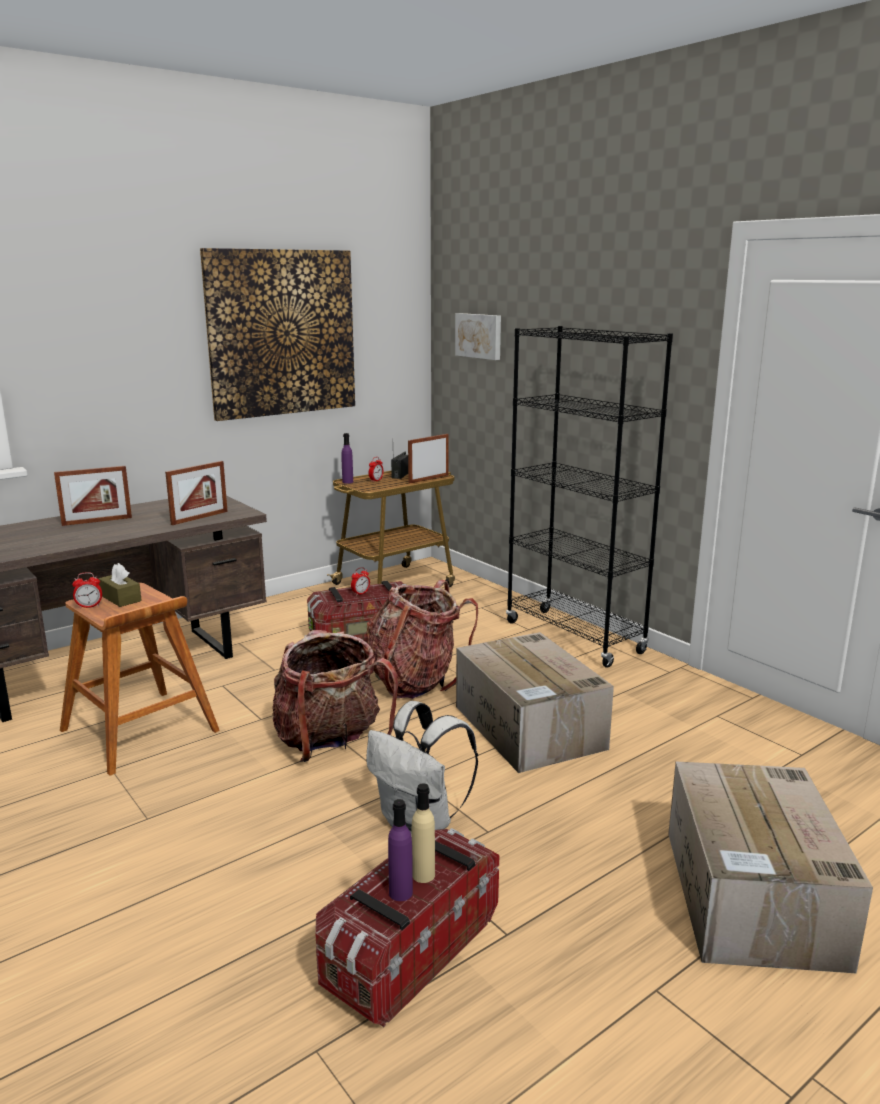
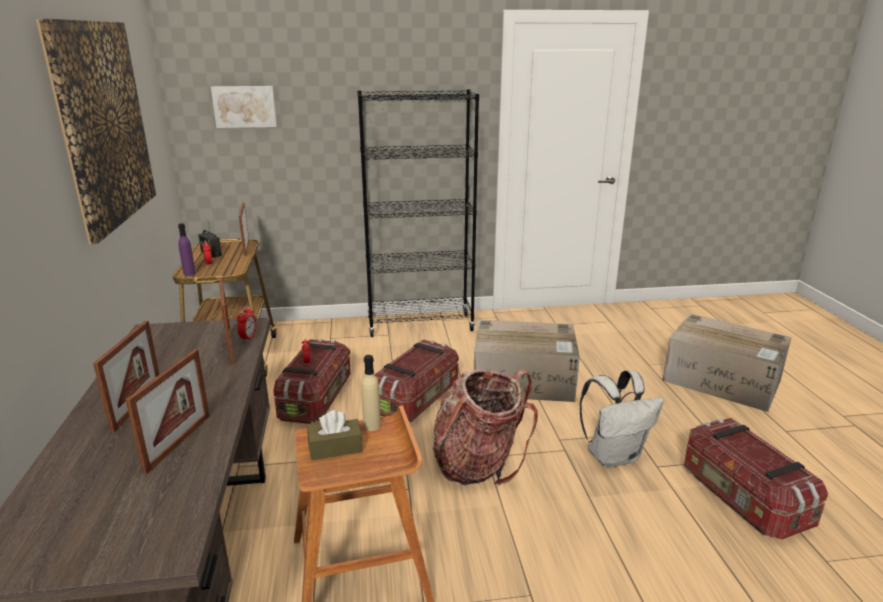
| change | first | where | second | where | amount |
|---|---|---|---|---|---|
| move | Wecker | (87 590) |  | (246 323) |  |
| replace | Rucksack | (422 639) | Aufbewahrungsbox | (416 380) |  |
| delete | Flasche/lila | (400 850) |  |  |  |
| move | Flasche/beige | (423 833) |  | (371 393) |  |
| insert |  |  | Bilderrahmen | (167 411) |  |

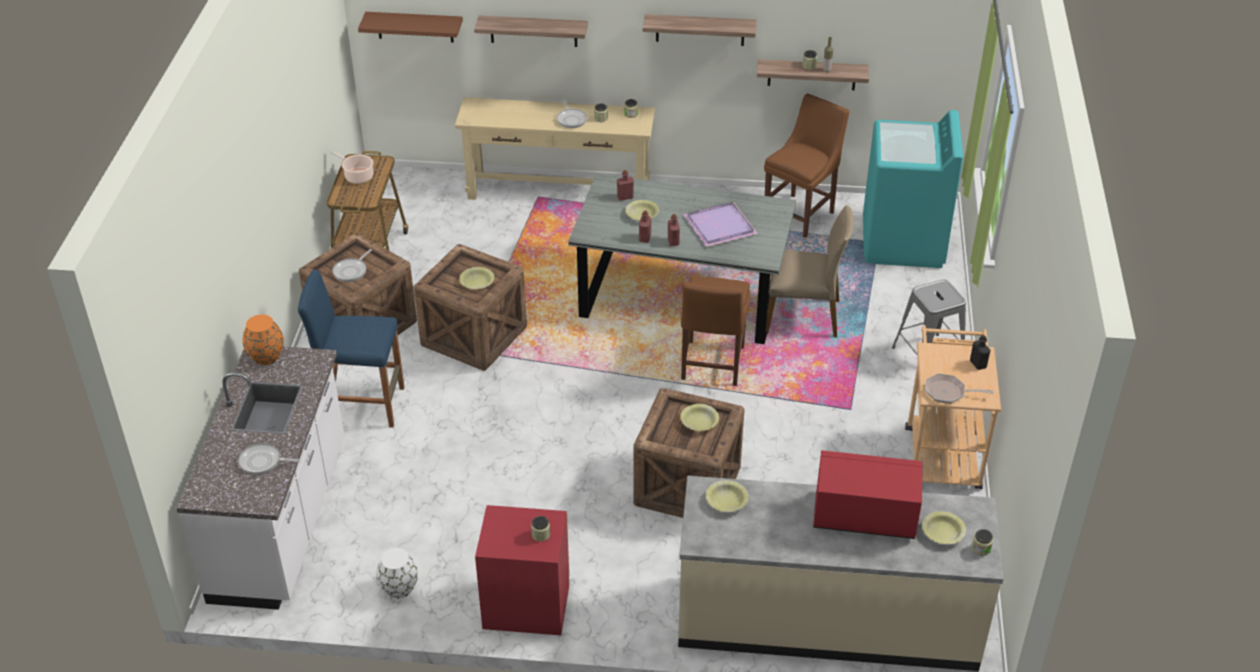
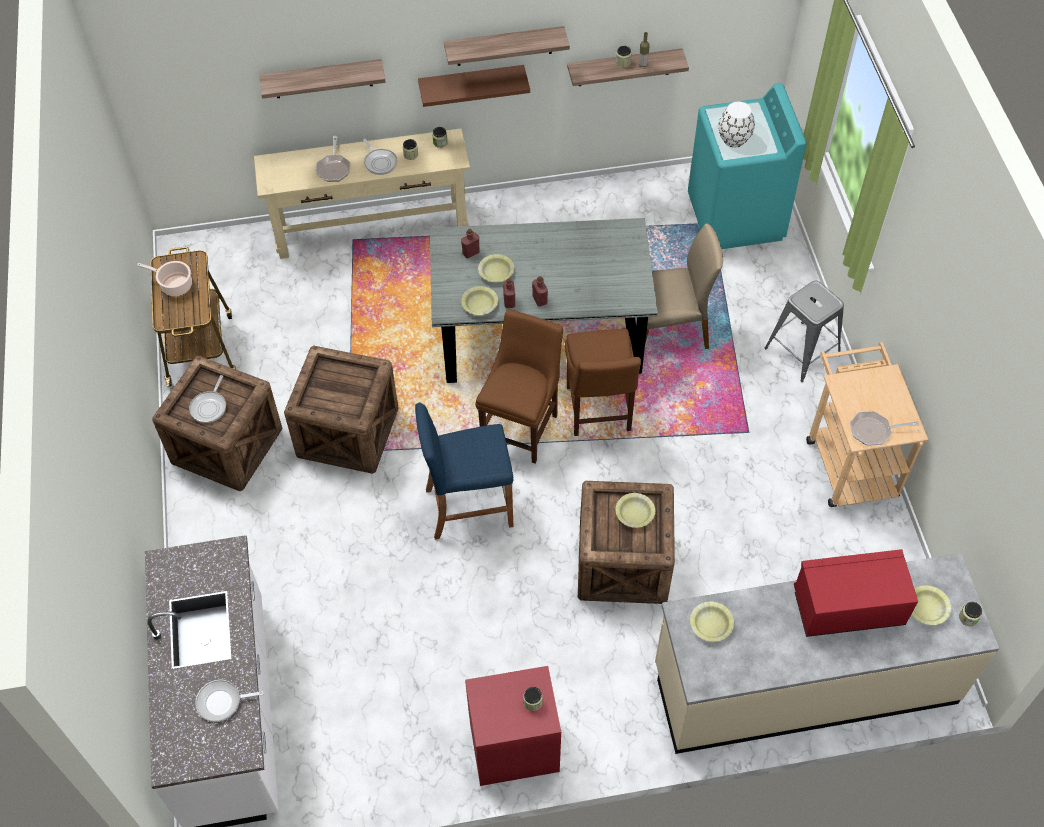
| change | first | where | second | where | amount |
|---|---|---|---|---|---|
| delete | Vase/orange | (263 339) |  |  |  |
| move | Hocker/blau | (351 348) |  | (464 471) |  |
| move | Wandregal/braun | (410 27) |  | (474 86) |  |
| move | Vase/weiß | (397 573) |  | (736 125) |  |
| move | Schüssel/gelb | (476 278) |  | (479 300) |  |
| delete | Tablett/lila | (721 224) |  |  |  |
| move | Stuhl/braun | (806 166) |  | (519 387) |  |
| delete | Flasche/schwarz | (980 352) |  |  |  |
| insert |  |  | Pfanne | (333 159) |  |

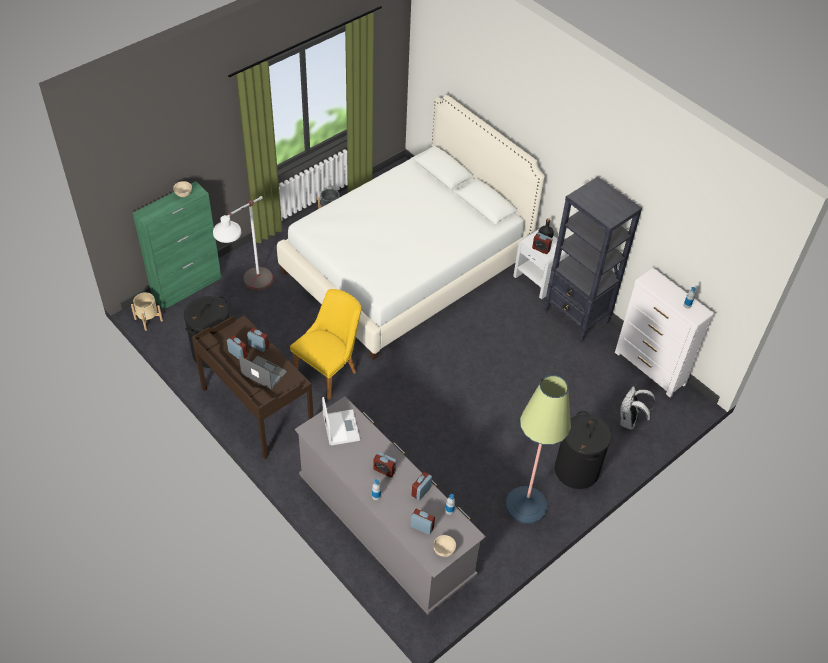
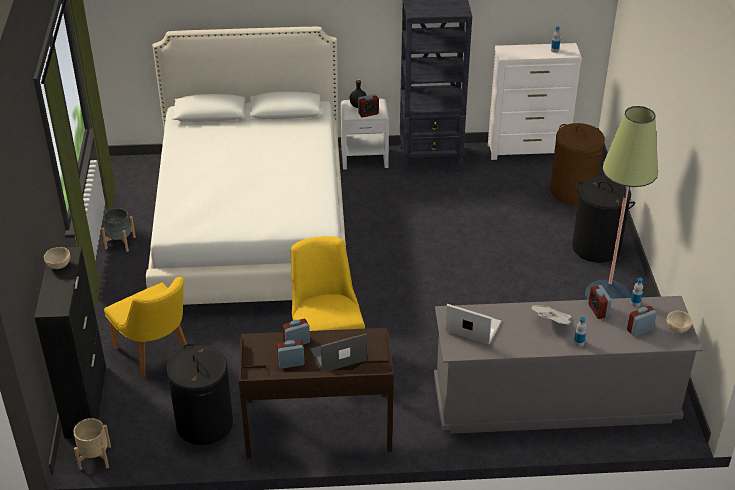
| change | first | where | second | where | amount |
|---|---|---|---|---|---|
| recolor | Schrank/grün | (177 245) | Schrank/schwarz | (70 343) |  |
| replace | Stehlampe/weiß | (243 243) | Stuhl/gelb | (146 327) |  |
| replace | Wecker | (384 464) | Zeitung | (551 315) |  |
| replace | Rucksack/weiß | (637 408) | Wäschekorb/braun | (577 164) |  |

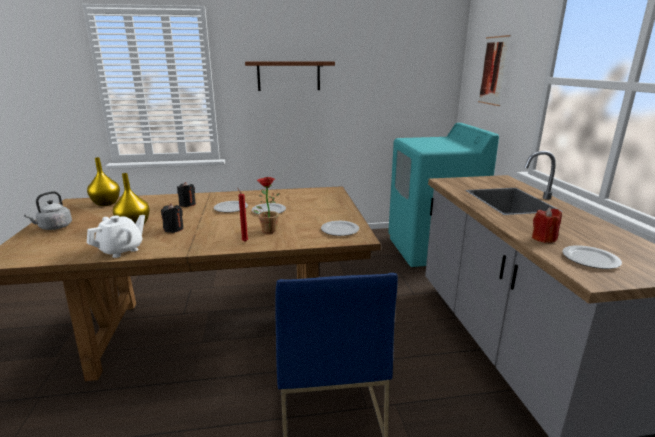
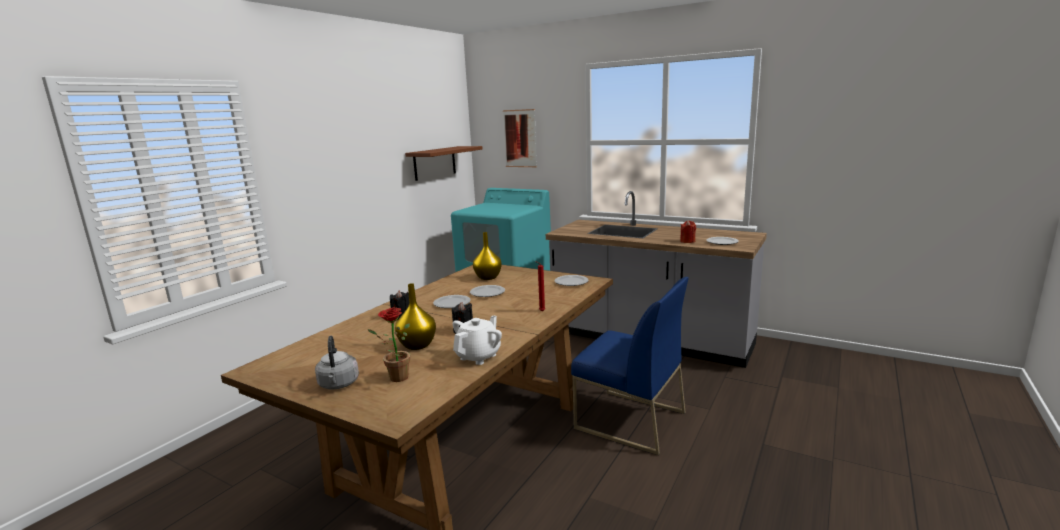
| change | first | where | second | where | amount |
|---|---|---|---|---|---|
| move | Vase/gelb | (103 181) |  | (487 256) |  |
| rotate | Teekanne/weiß | (116 236) |  | (477 340) | 45 degrees clockwise |
| move | Wandregal/braun | (290 76) |  | (443 163) |  |
| move | Topfpflanze | (266 205) |  | (389 344) |  |

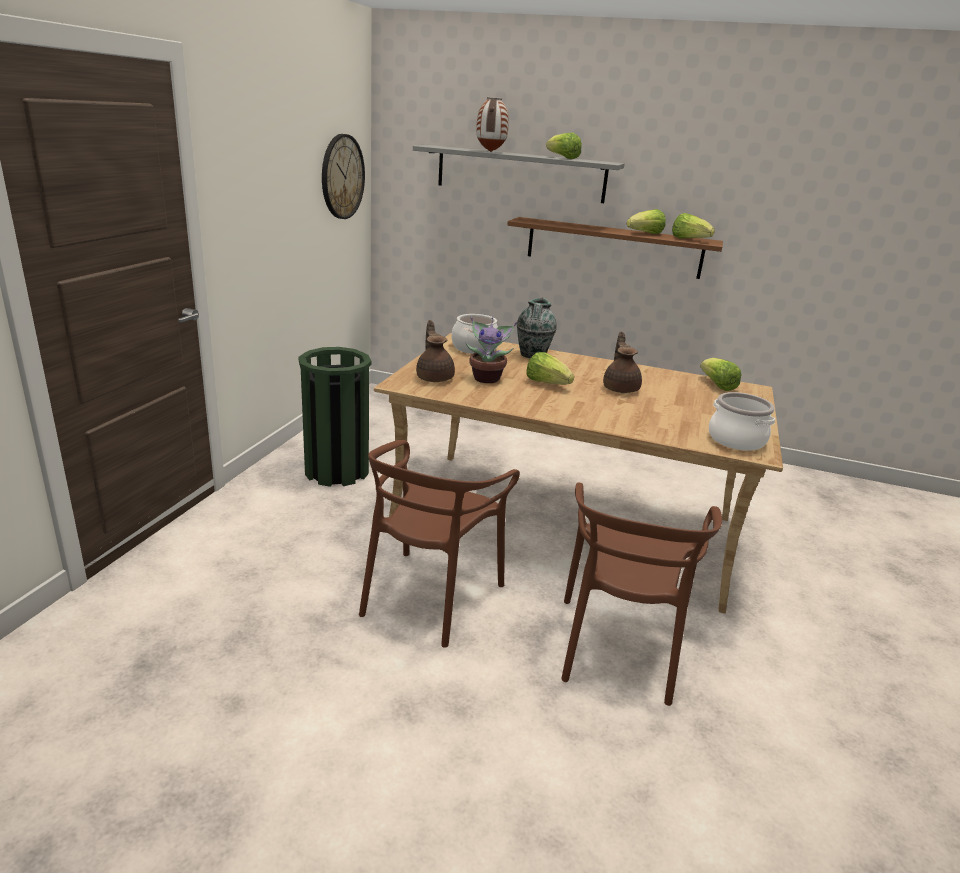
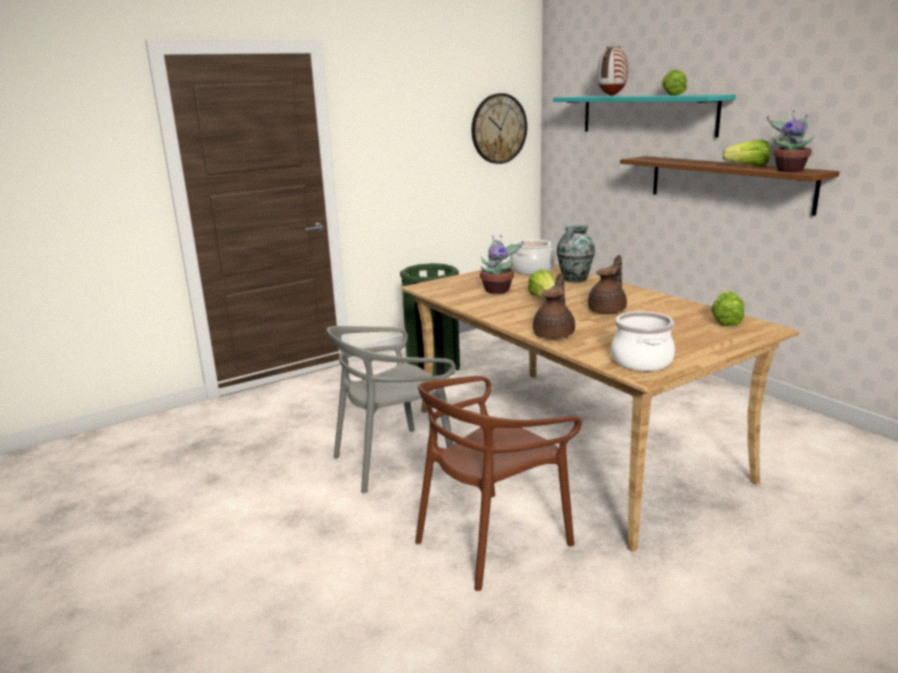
| change | first | where | second | where | amount |
|---|---|---|---|---|---|
| recolor | Stuhl/braun | (439 544) | Stuhl/grau | (391 409) |  |
| recolor | Wandregal/grau | (519 174) | Wandregal/türkis | (644 116) |  |
| move | Teekanne/braun | (435 351) |  | (554 306) |  |
| replace | Salatkopf | (693 225) | Topfpflanze | (791 141) |  |

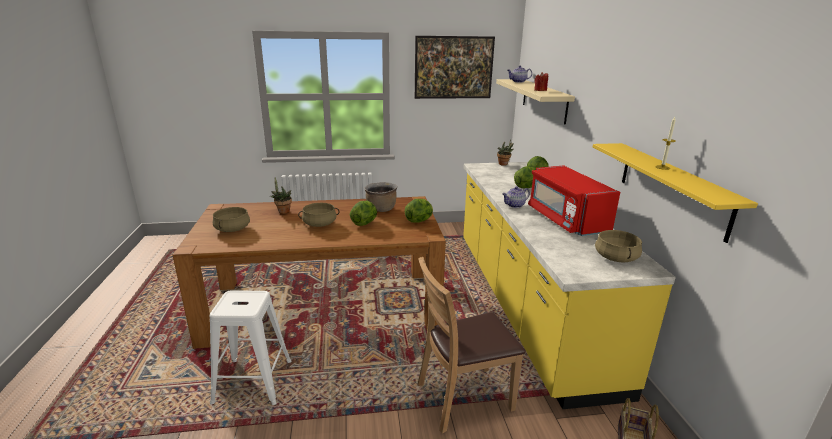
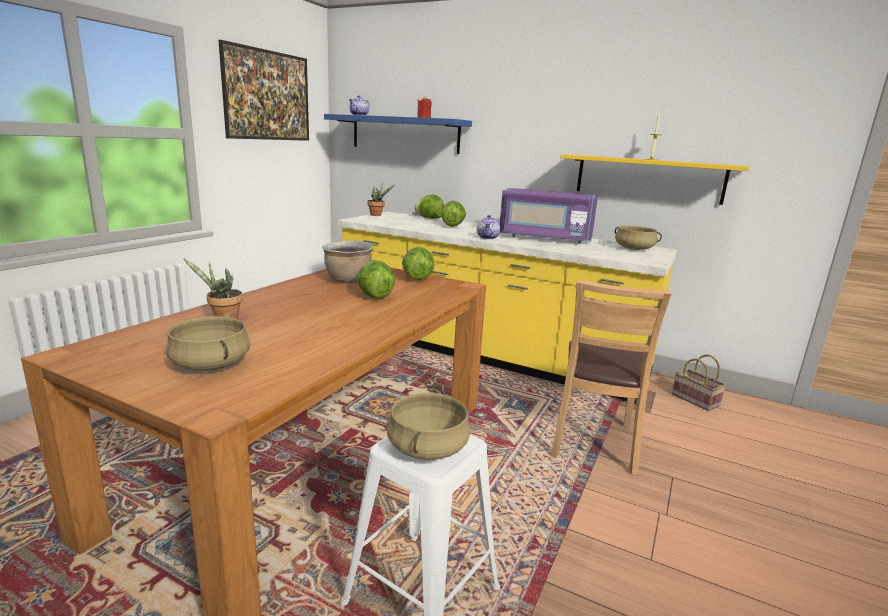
| change | first | where | second | where | amount |
|---|---|---|---|---|---|
| move | Kochtopf/beige | (319 215) |  | (428 426) |  |
| recolor | Wandregal/beige | (535 101) | Wandregal/blau | (398 134) |  |
| recolor | Mikrowelle/rot | (574 200) | Mikrowelle/lila | (549 216) |  |

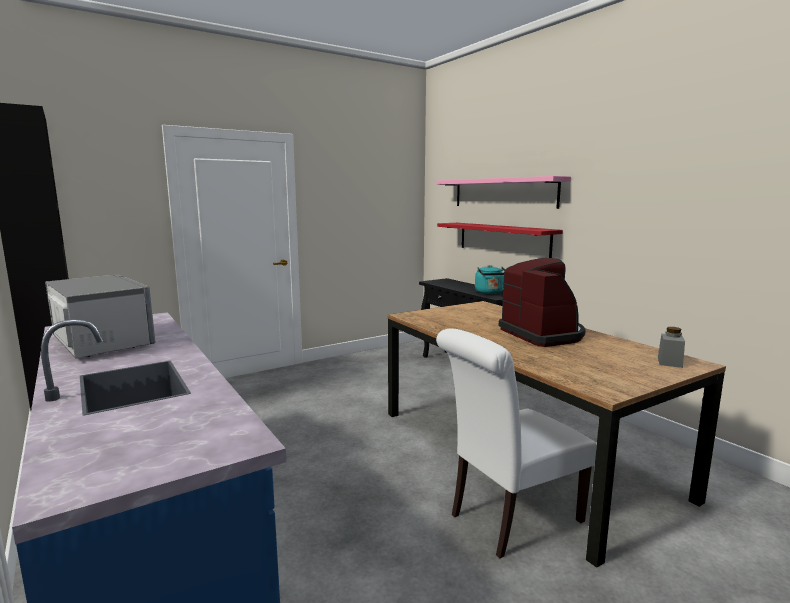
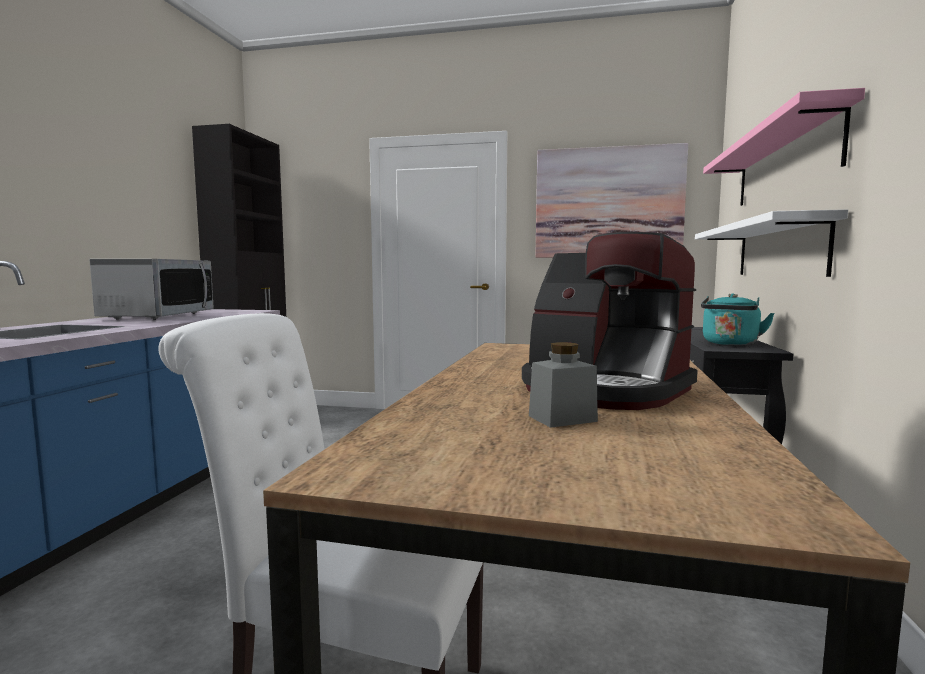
| change | first | where | second | where | amount |
|---|---|---|---|---|---|
| recolor | Wandregal/rot | (500 240) | Wandregal/weiß | (771 243) |  |
| rotate | Kaffeemaschine | (542 302) |  | (610 321) | 105 degrees clockwise |
| move | Vorratsglas/grau | (671 347) |  | (563 385) |  |
| insert |  |  | Bild | (611 200) |  |

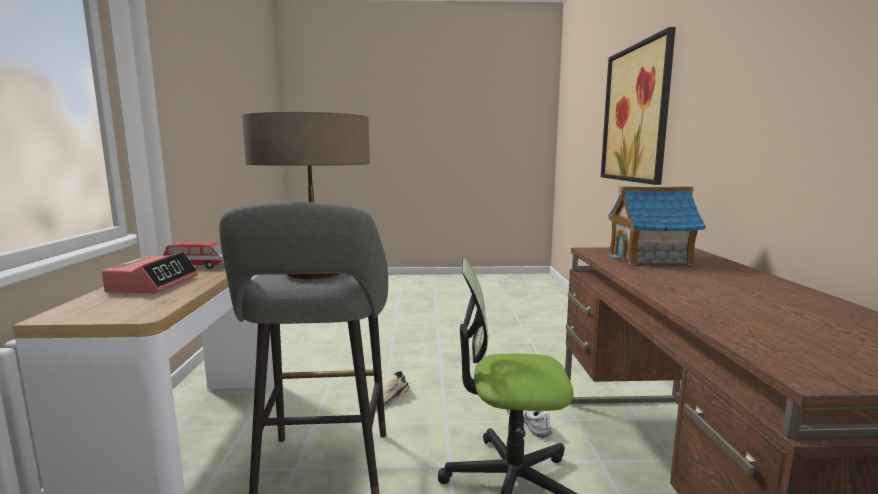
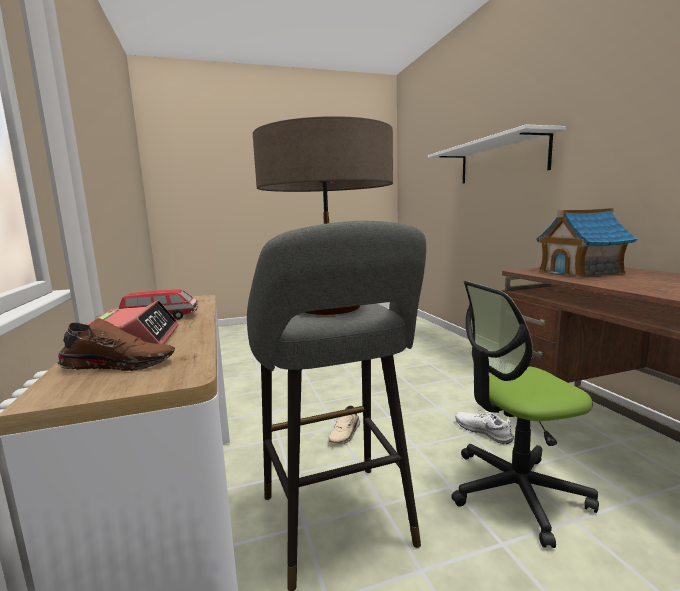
| change | first | where | second | where | amount |
|---|---|---|---|---|---|
| replace | Bild | (638 106) | Wandregal/weiß | (497 154) |  |
| insert |  |  | Schuh/braun | (116 344) |  |

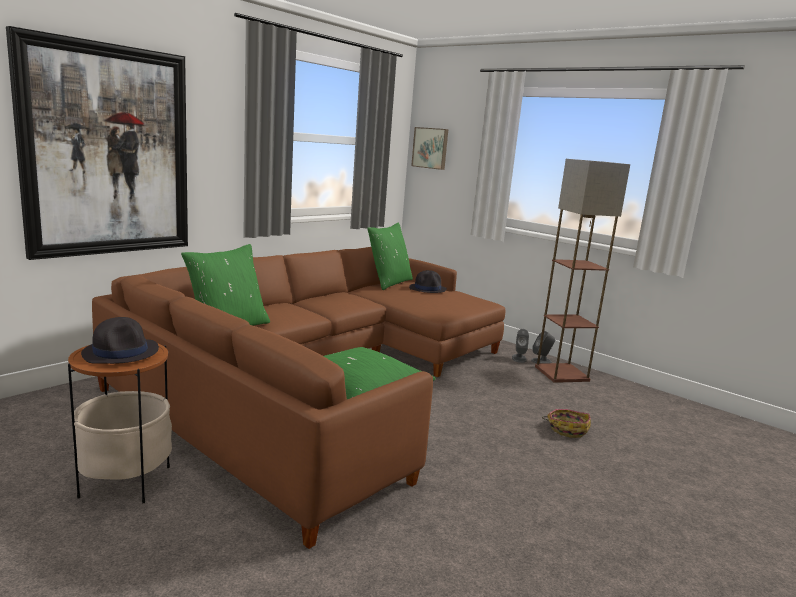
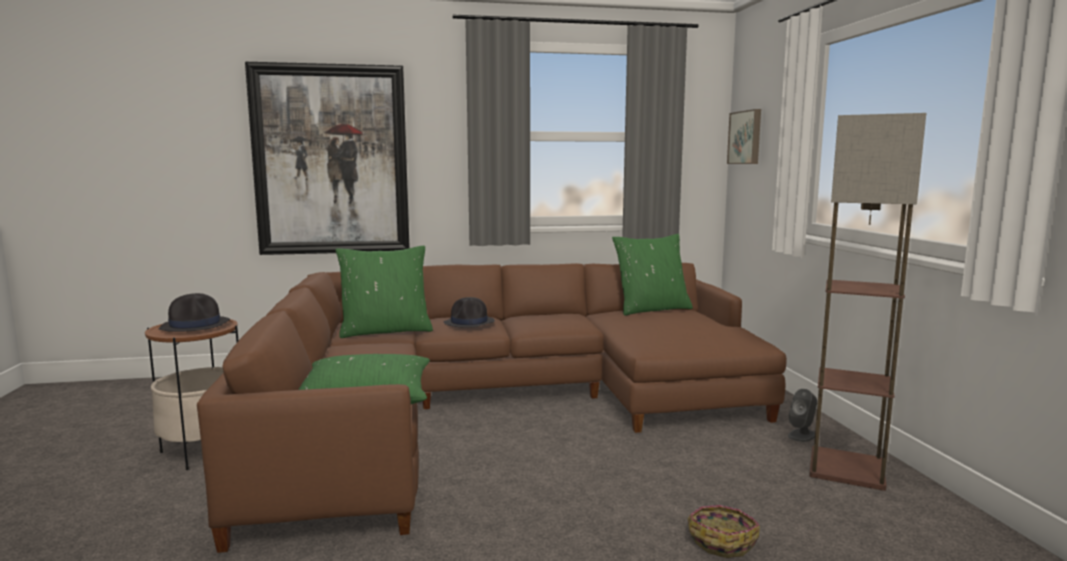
| change | first | where | second | where | amount |
|---|---|---|---|---|---|
| move | Hut/schwarz | (428 281) |  | (469 312) |  |
| delete | Lautsprecher/grau | (543 347) |  |  |  |

